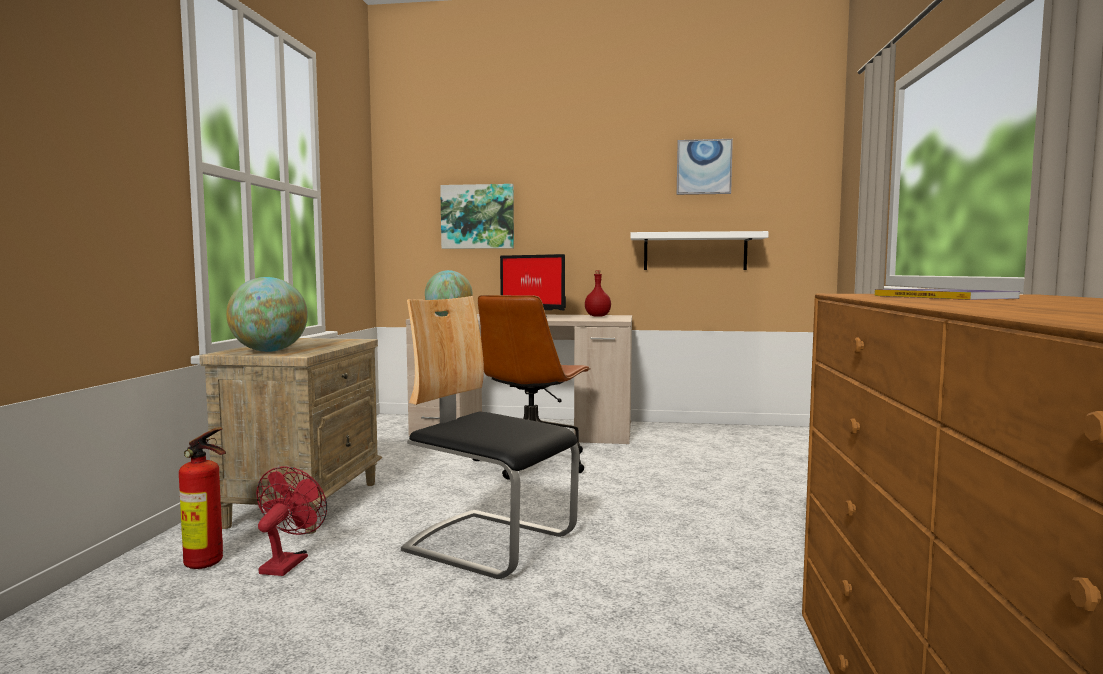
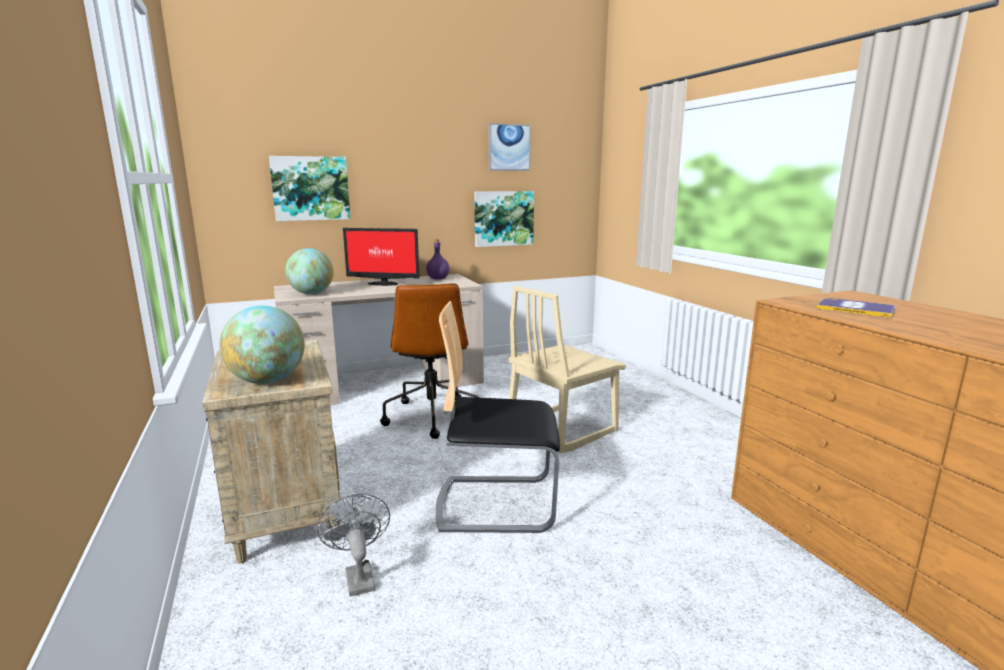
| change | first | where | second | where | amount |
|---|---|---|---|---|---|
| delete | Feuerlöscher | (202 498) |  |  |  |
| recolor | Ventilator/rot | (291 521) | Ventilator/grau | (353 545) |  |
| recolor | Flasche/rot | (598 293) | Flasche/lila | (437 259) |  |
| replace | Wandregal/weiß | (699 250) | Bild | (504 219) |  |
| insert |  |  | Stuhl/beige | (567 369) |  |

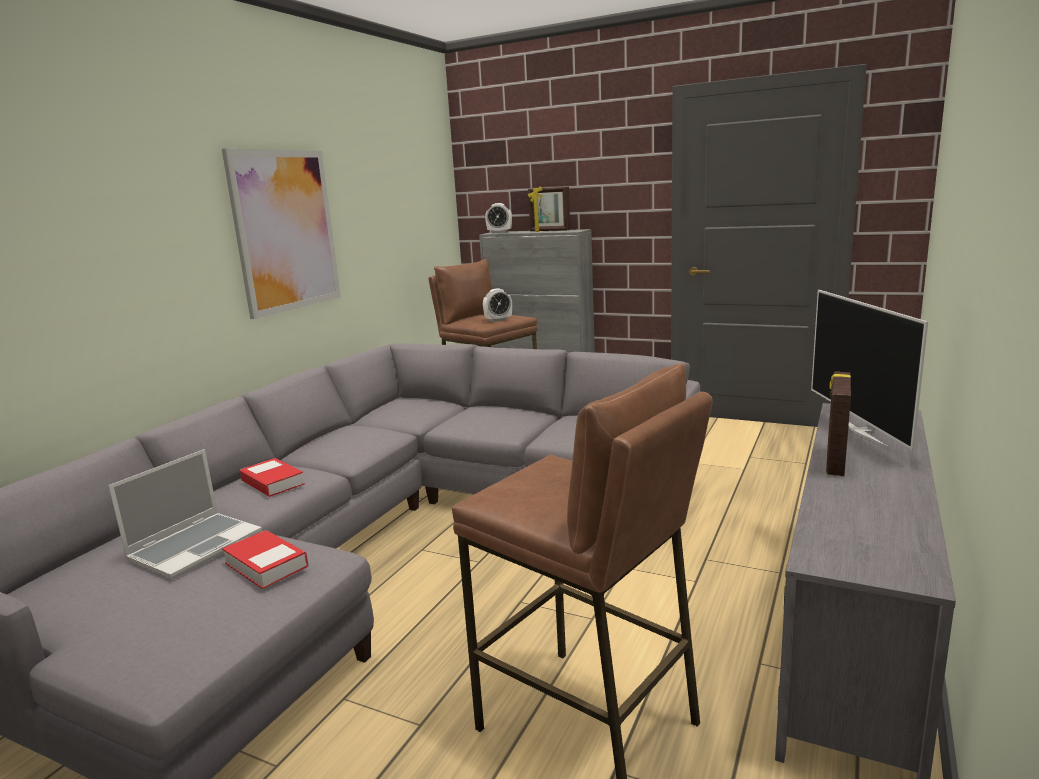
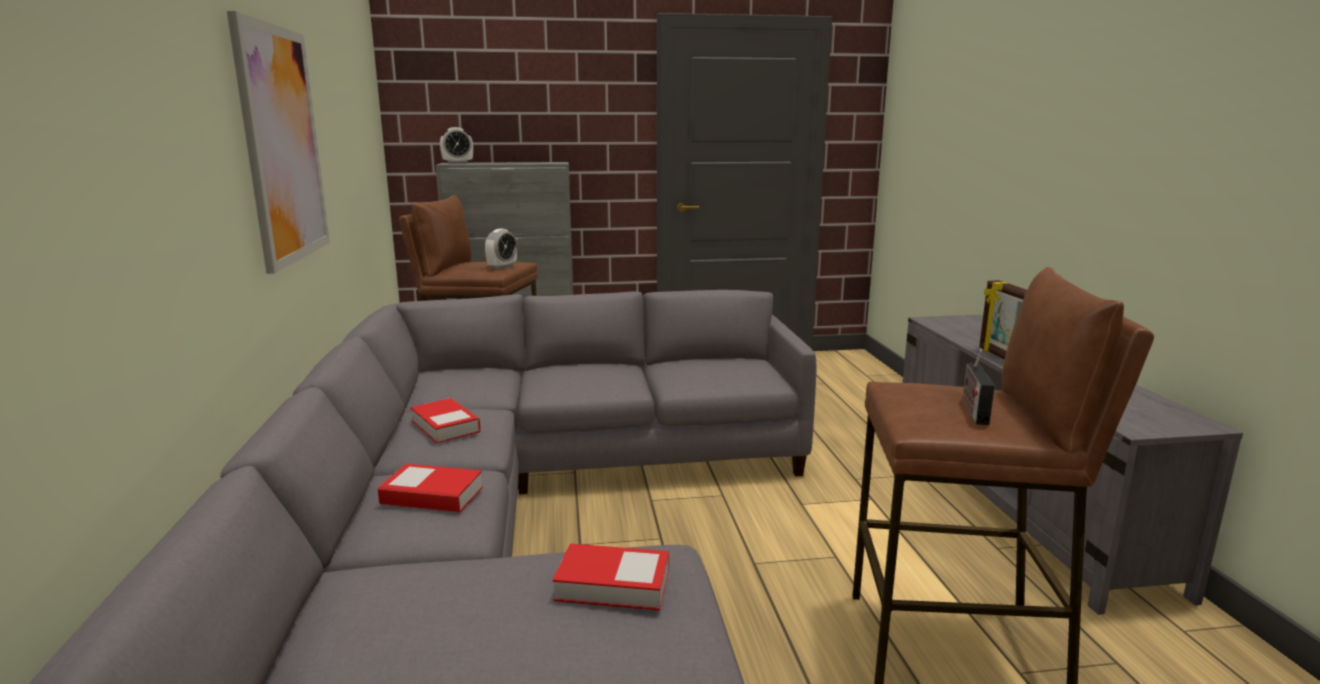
| change | first | where | second | where | amount |
|---|---|---|---|---|---|
| delete | Laptop | (185 514) |  |  |  |
| delete | Bilderrahmen | (549 209) |  |  |  |
| delete | Fernseher | (869 370) |  |  |  |
| insert |  |  | Buch | (445 420) |  |
| insert |  |  | Radio | (979 387) |  |

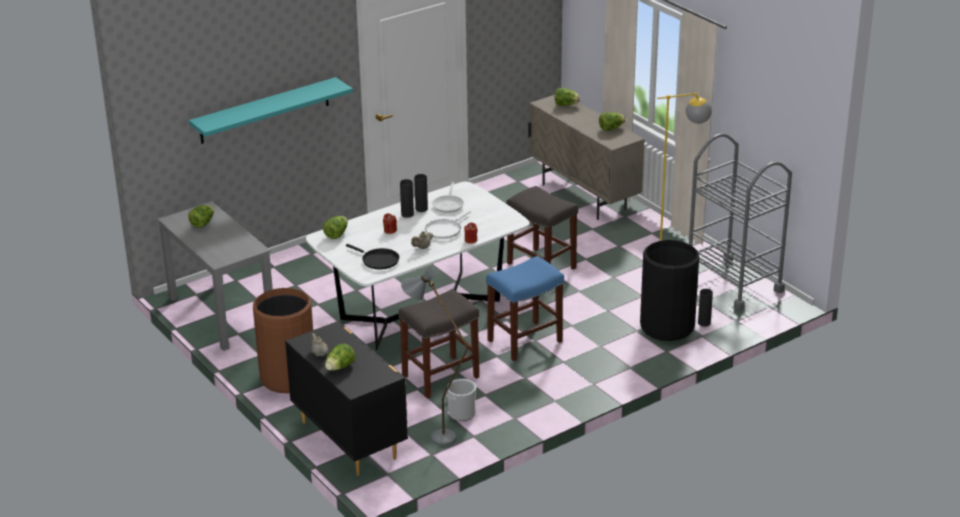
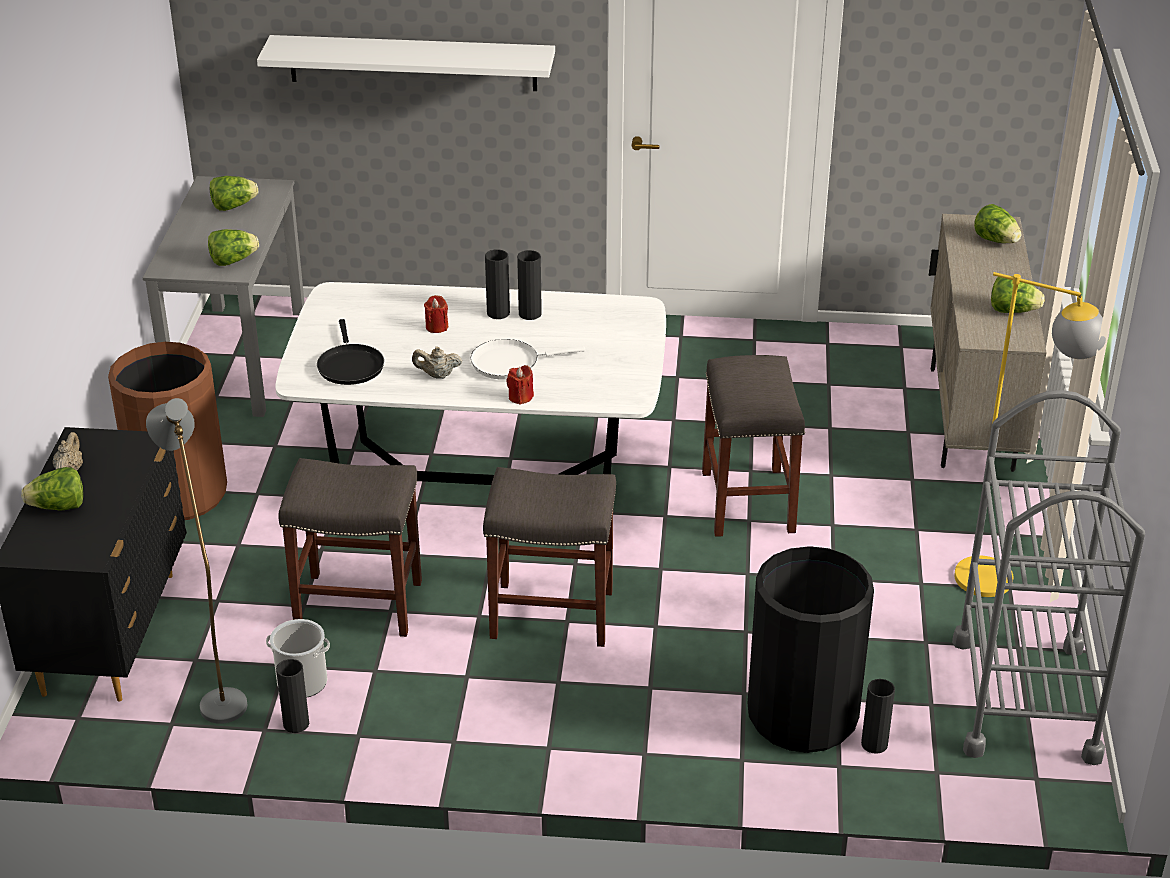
| change | first | where | second | where | amount |
|---|---|---|---|---|---|
| recolor | Wandregal/türkis | (271 110) | Wandregal/weiß | (406 63) |  |
| move | Salatkopf | (335 227) |  | (233 247) |  |
| delete | Pfanne | (448 197) |  |  |  |
| recolor | Hocker/blau | (525 308) | Hocker/grau | (549 557) |  |
| insert |  |  | Vase/schwarz | (292 696) |  |

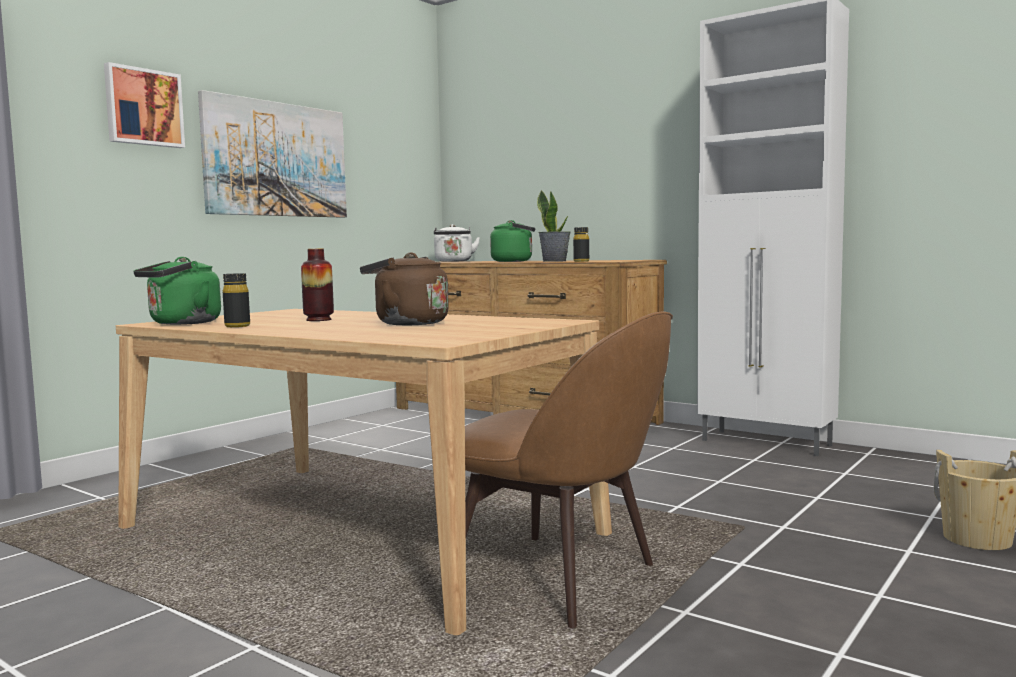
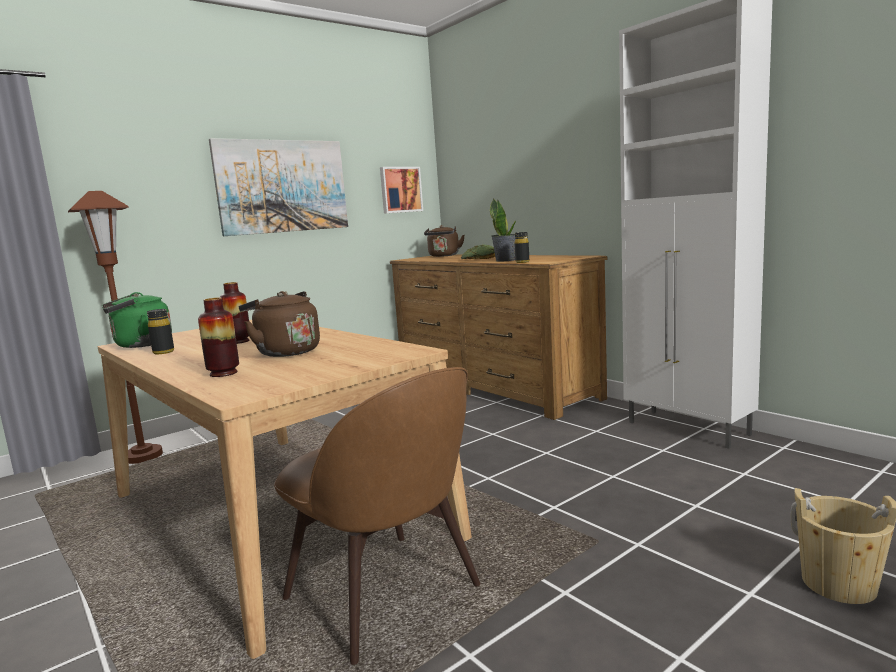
| change | first | where | second | where | amount |
|---|---|---|---|---|---|
| move | Bild | (144 105) |  | (401 190) |  |
| recolor | Wasserkessel/weiß | (457 243) | Wasserkessel/braun | (444 241) |  |
| replace | Wasserkessel/grün | (512 241) | Brot | (478 251) |  |
| insert |  |  | Stehlampe/braun | (115 327) |  |
| insert |  |  | Vase | (218 337) |  |

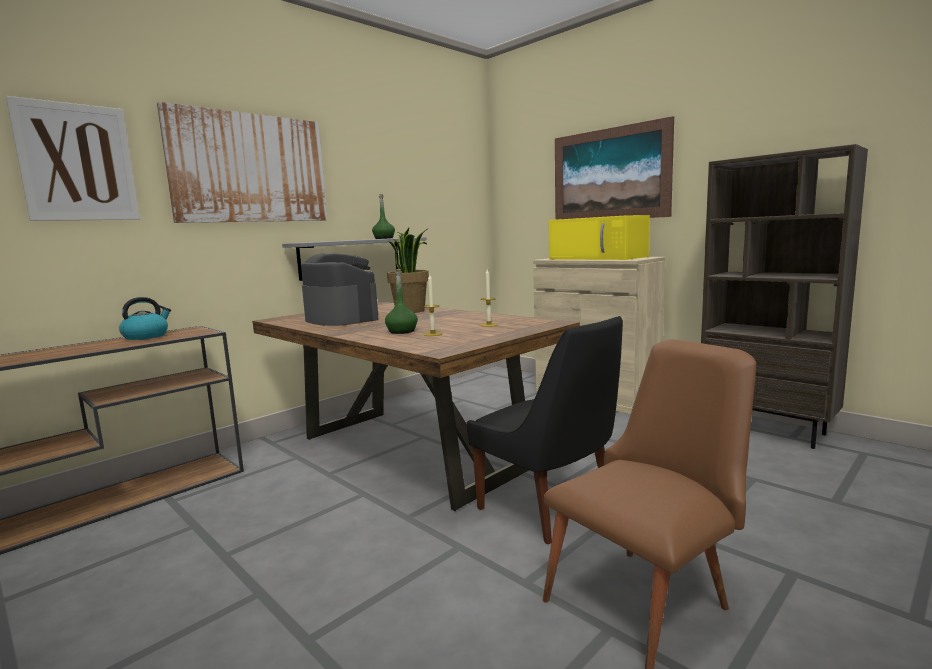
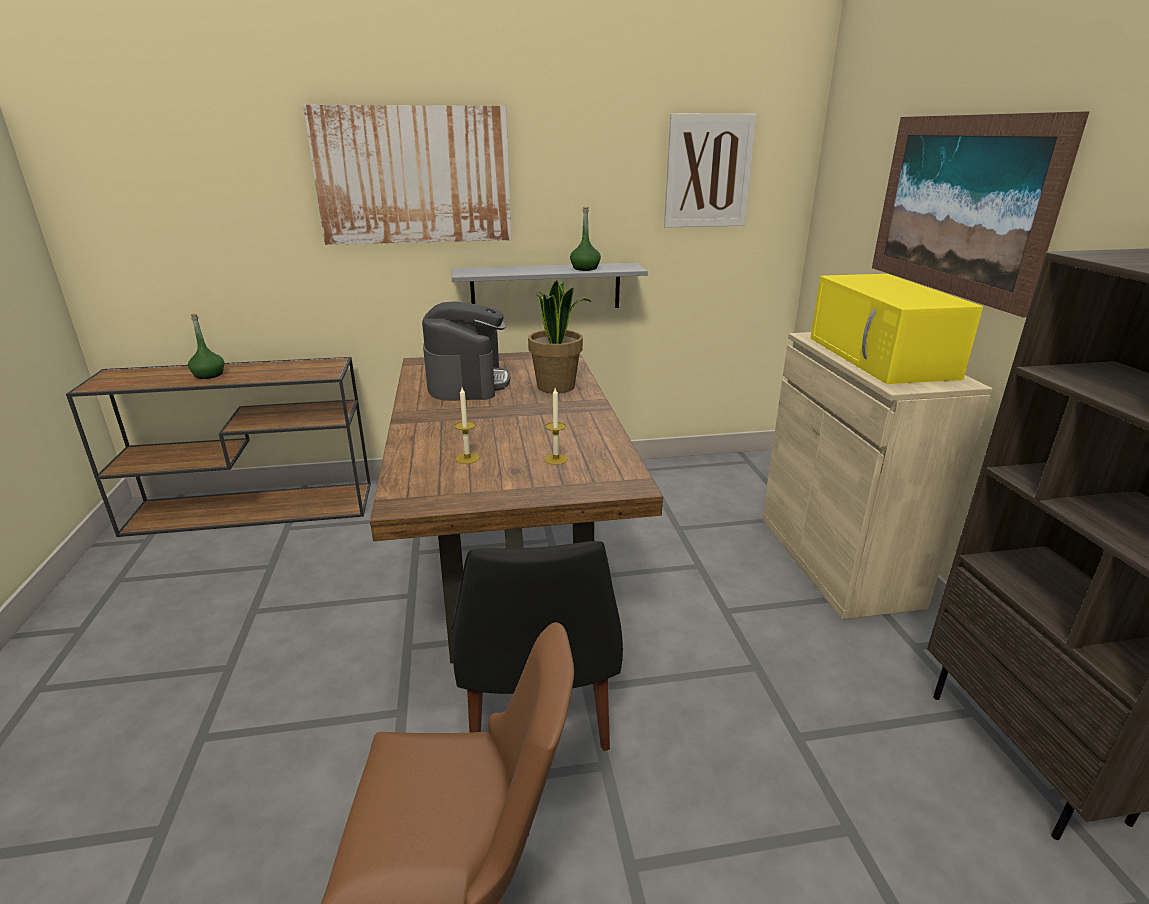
| change | first | where | second | where | amount |
|---|---|---|---|---|---|
| move | Bild | (73 158) |  | (710 171) |  |
| delete | Wasserkessel | (145 318) |  |  |  |
| move | Flasche/grün | (401 301) |  | (206 346) |  |

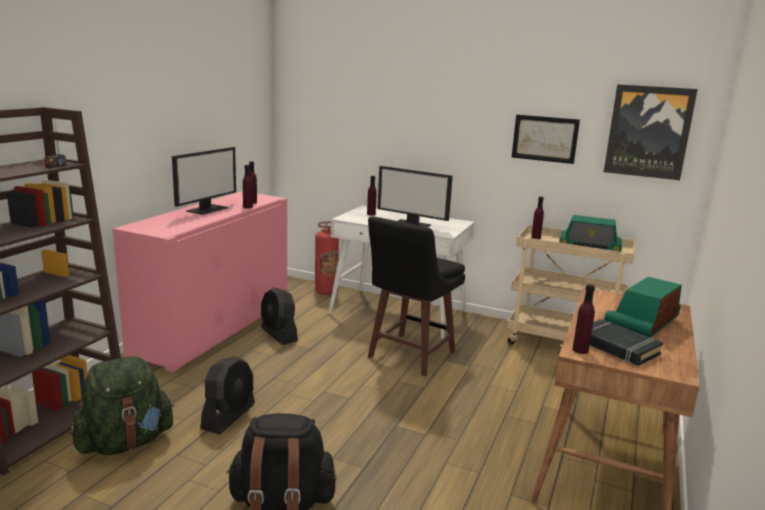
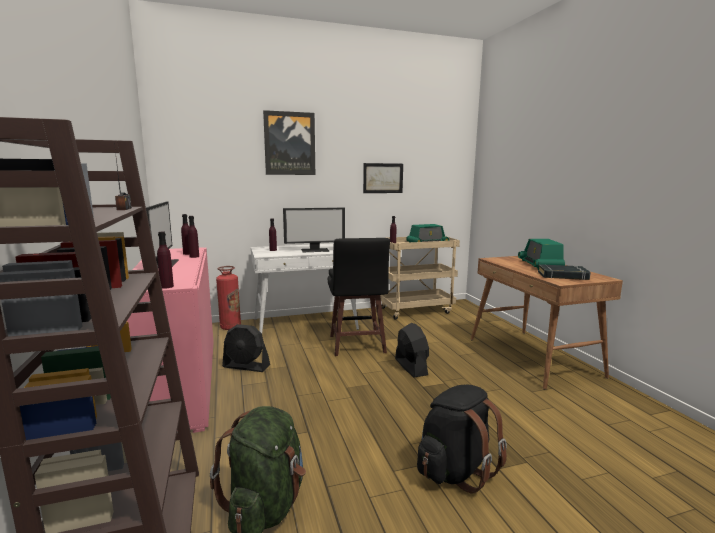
| change | first | where | second | where | amount |
|---|---|---|---|---|---|
| move | Ventilator/schwarz | (227 395) |  | (412 350) |  |
| move | Flasche/lila | (583 319) |  | (165 260) |  |
| move | Bild | (651 132) |  | (289 142) |  |

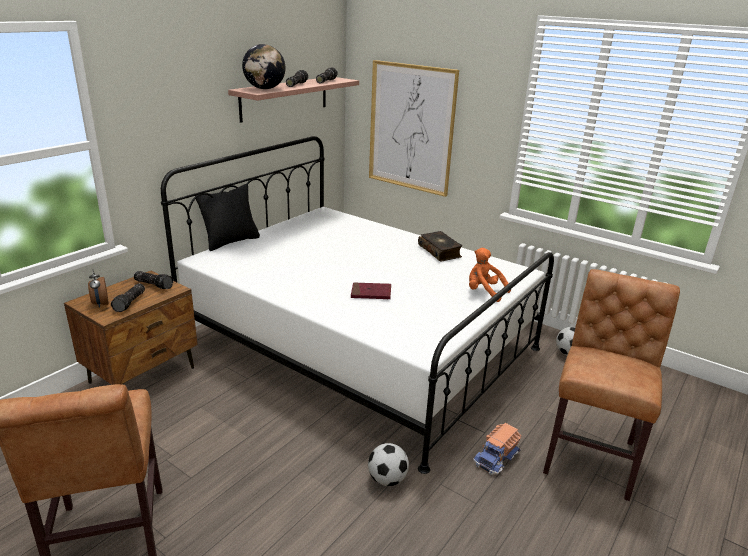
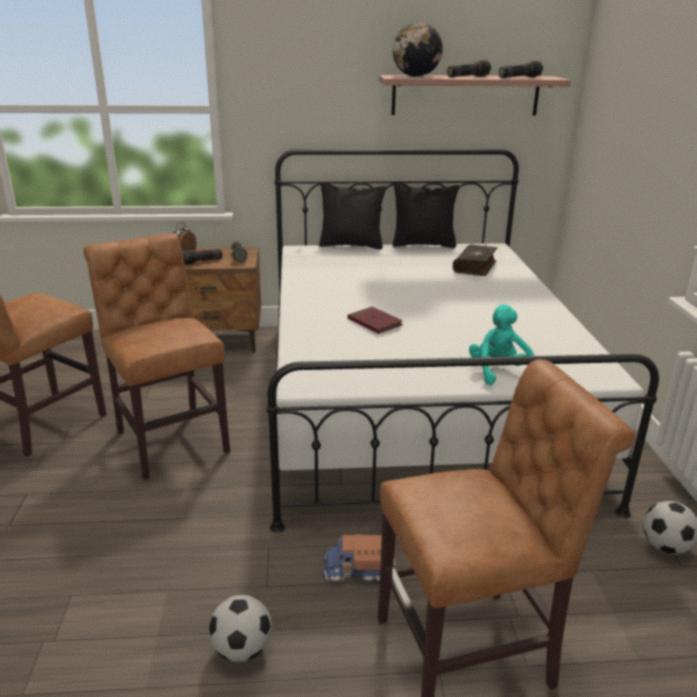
| change | first | where | second | where | amount |
|---|---|---|---|---|---|
| move | Fußball | (388 464) |  | (240 628) |  |
| delete | Bild | (414 128) |  |  |  |
| move | Buch | (440 246) |  | (475 260) |  |
| recolor | Plüschtier/orange | (490 275) | Plüschtier/türkis | (501 345) |  |
| insert |  |  | Stuhl/braun | (156 356) |  |
| insert |  |  | Kissen/schwarz | (426 216) |  |

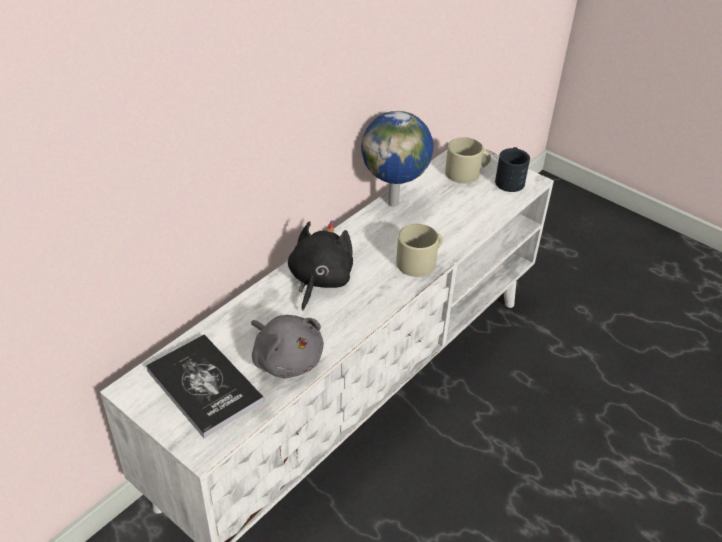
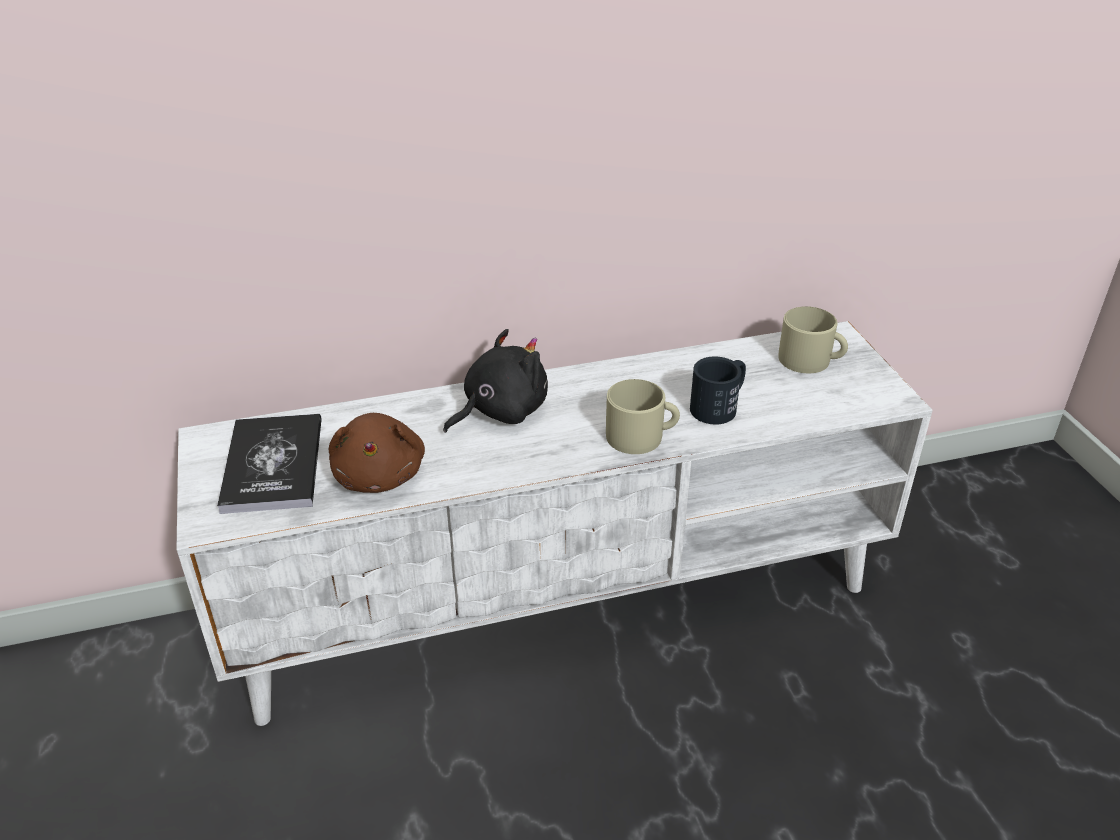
| change | first | where | second | where | amount |
|---|---|---|---|---|---|
| recolor | Plüschtier/grau | (287 347) | Plüschtier/braun | (377 453) |  |
| delete | Globus | (397 159) |  |  |  |
| move | Henkelbecher/schwarz | (512 169) |  | (718 390) |  |

